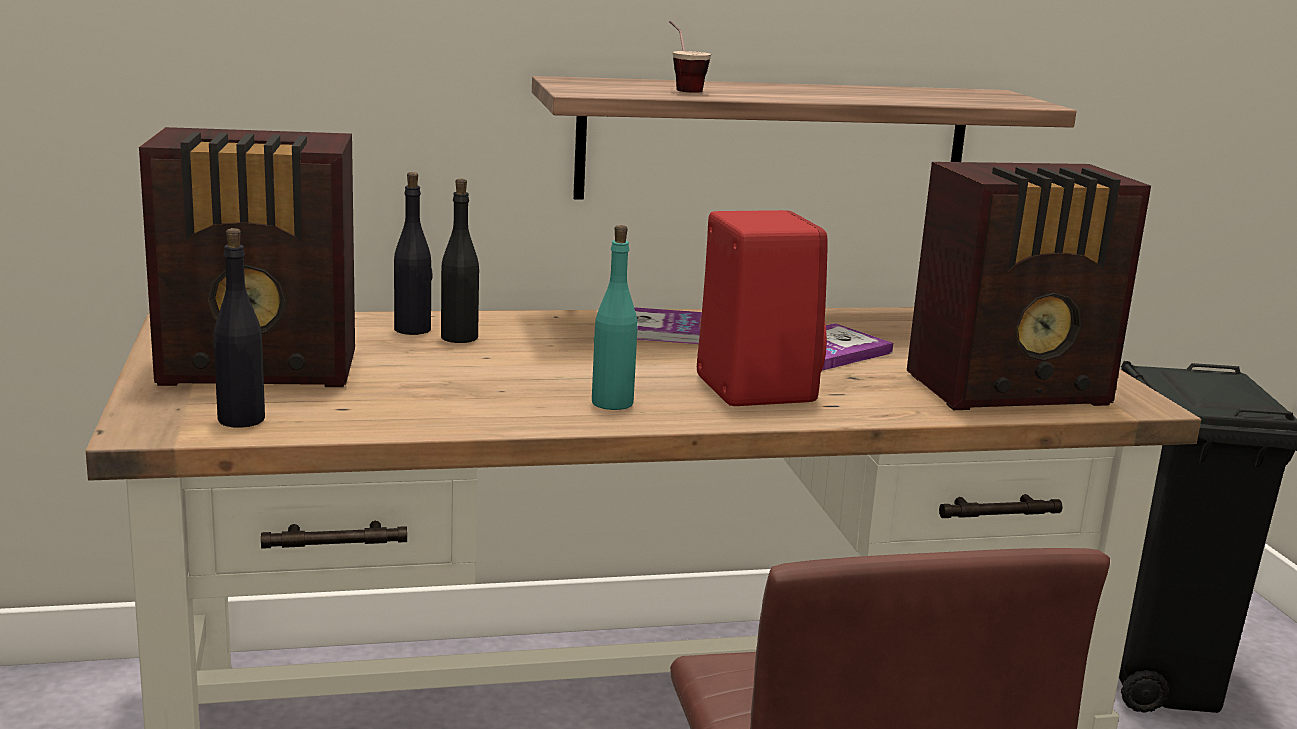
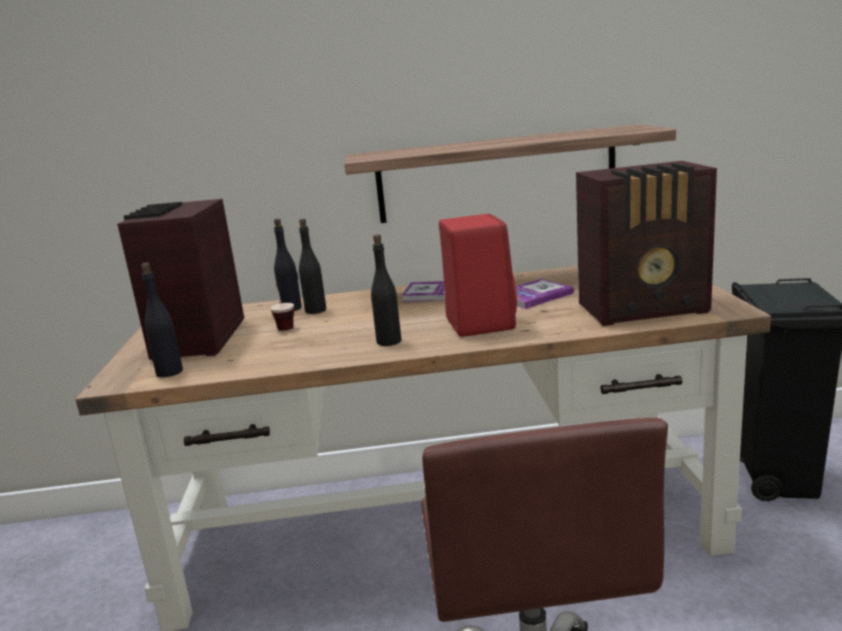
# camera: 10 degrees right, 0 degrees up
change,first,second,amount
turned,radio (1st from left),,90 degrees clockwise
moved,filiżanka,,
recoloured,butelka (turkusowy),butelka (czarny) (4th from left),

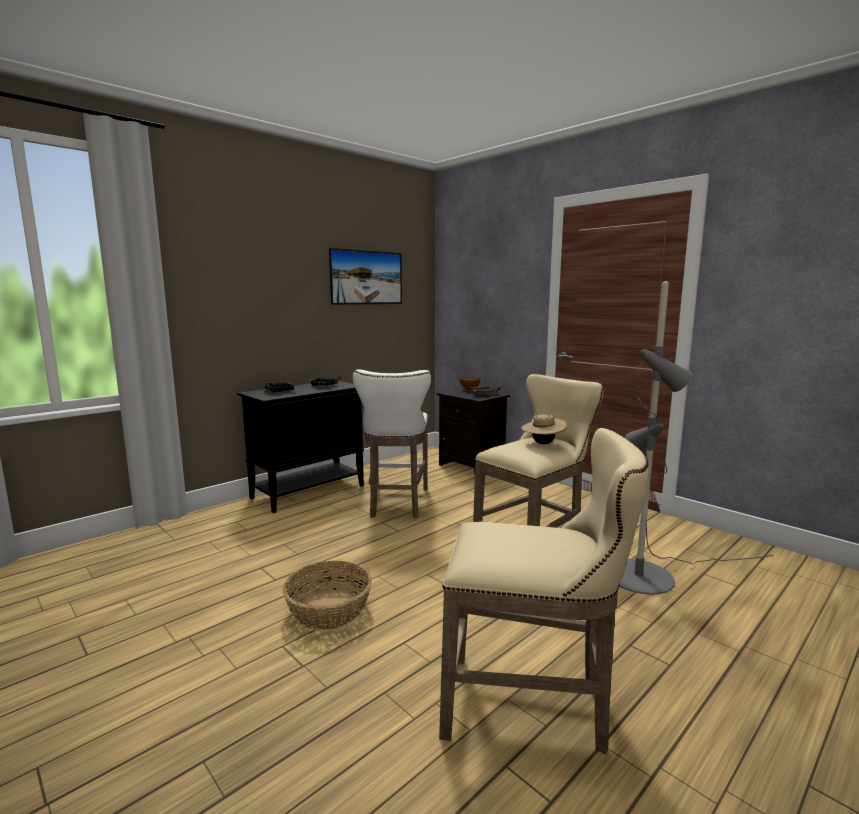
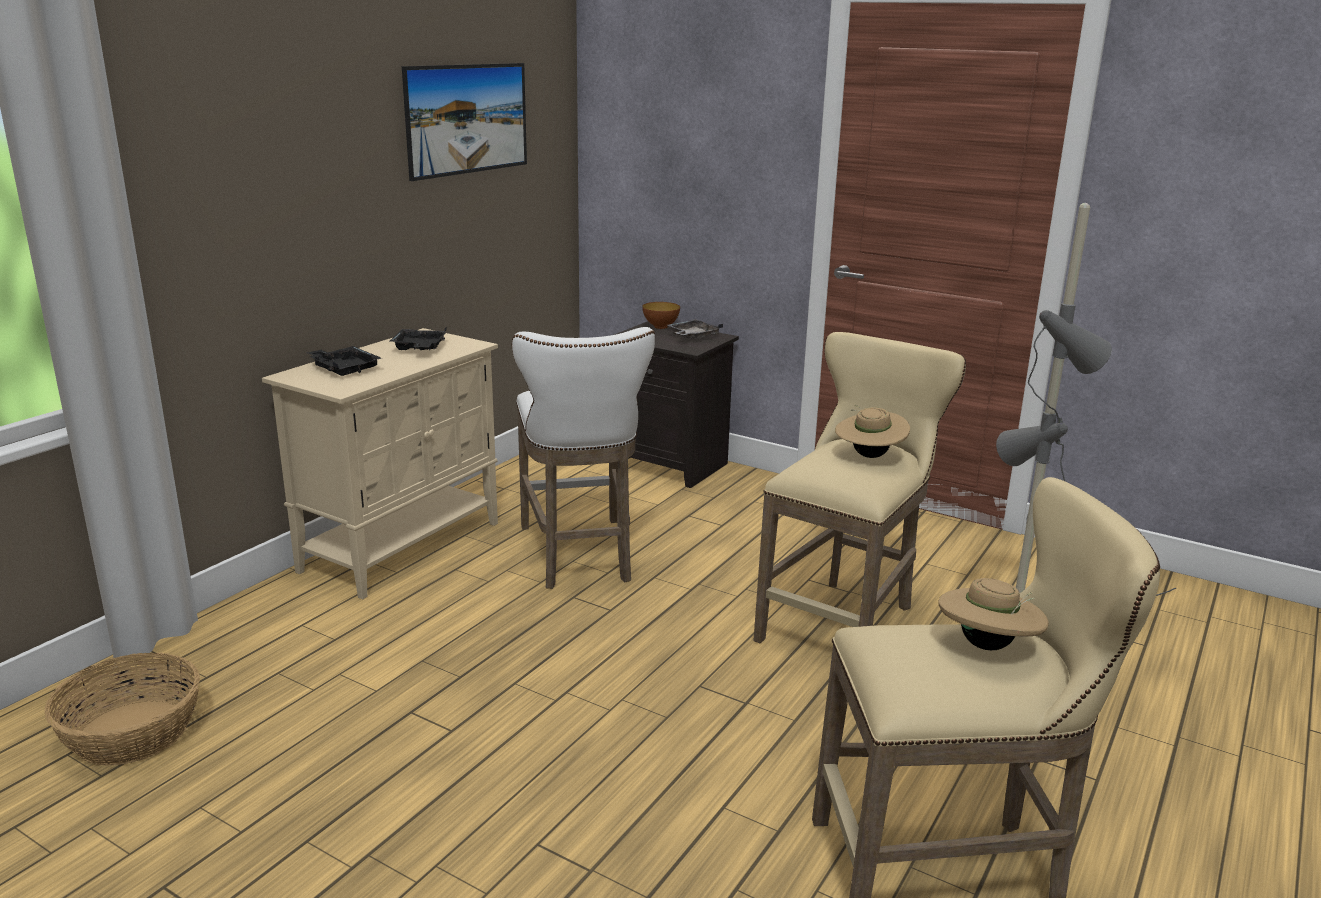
# camera: 15 degrees left, 10 degrees up
change,first,second,amount
moved,koszyk,,
recoloured,szafka (czarny),szafka (beżowy),
added,,kapelusz (beżowy) (2nd from left),

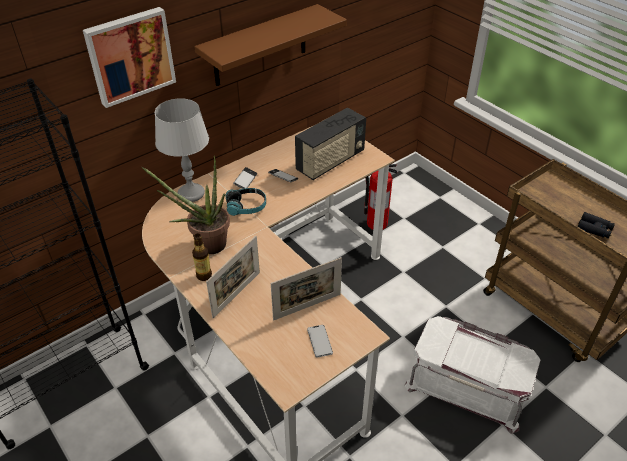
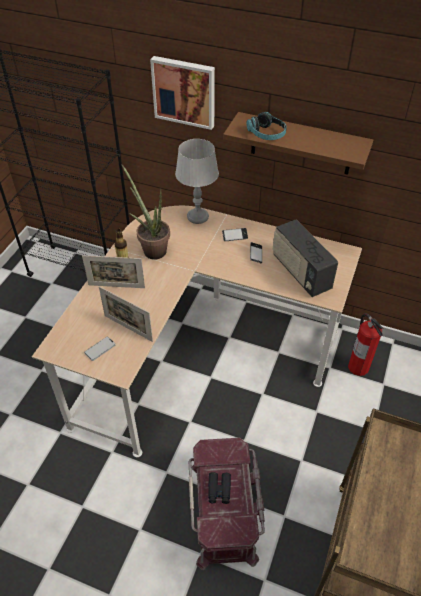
# camera: 60 degrees right, 5 degrees up
change,first,second,amount
recoloured,pojemnik do przechowywania (biały),pojemnik do przechowywania (czerwony),
moved,lornetka (czarny),,
moved,słuchawki,,
turned,radio,,45 degrees clockwise

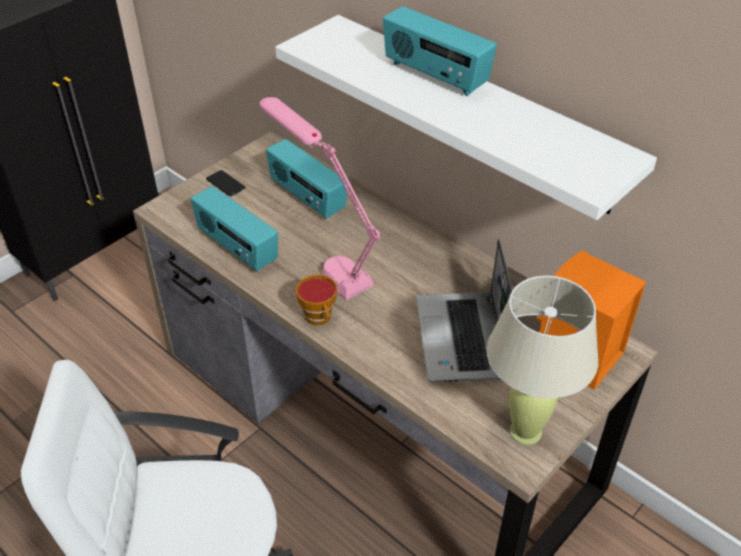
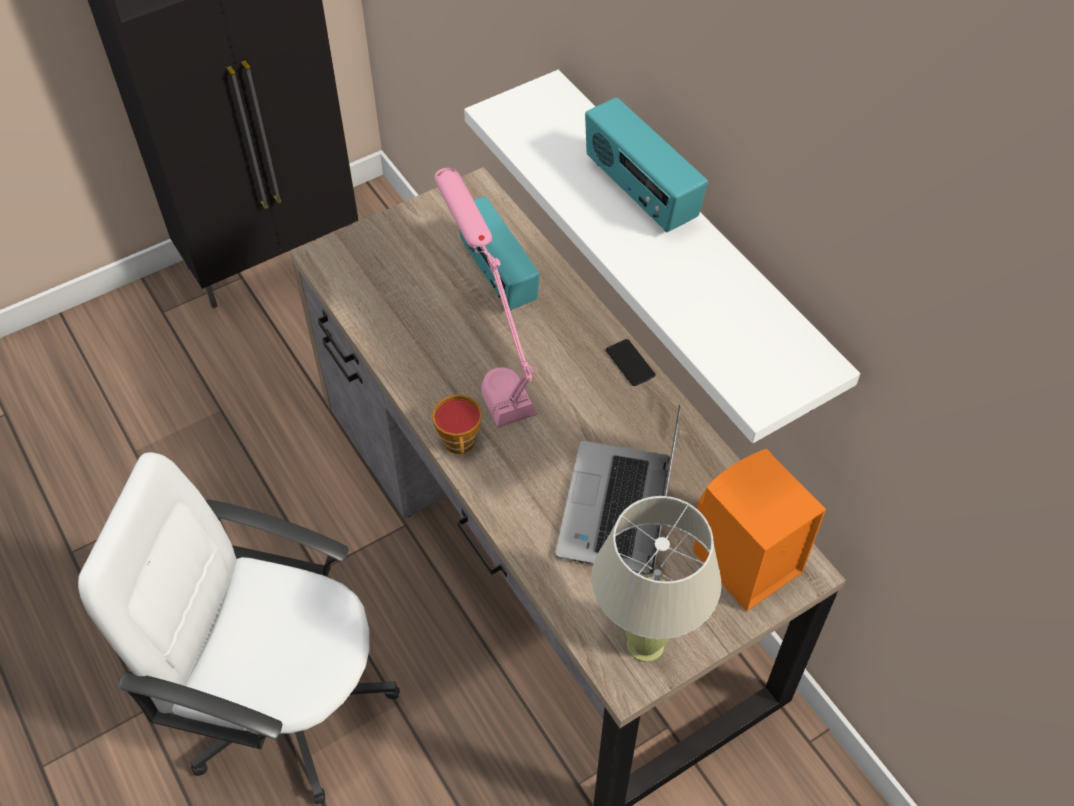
# camera: 15 degrees right, 10 degrees up
change,first,second,amount
moved,telefon,,
removed,radio (1st from left),,

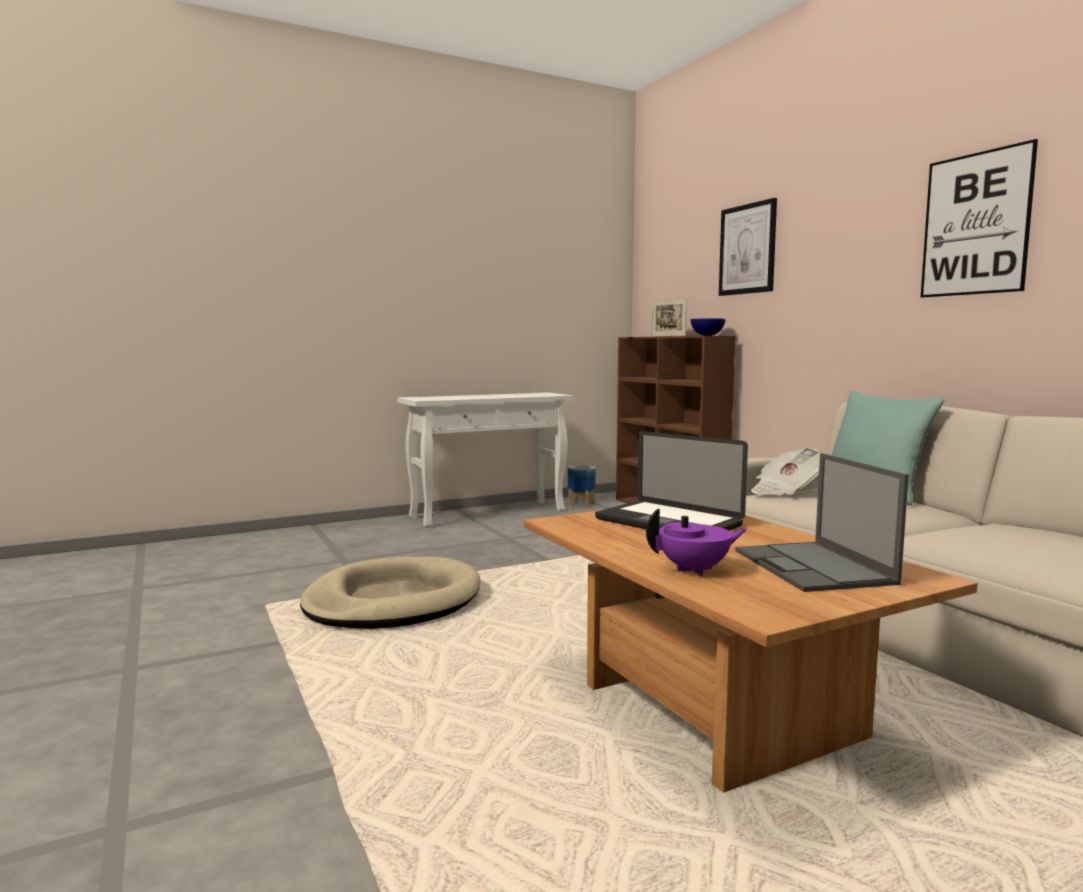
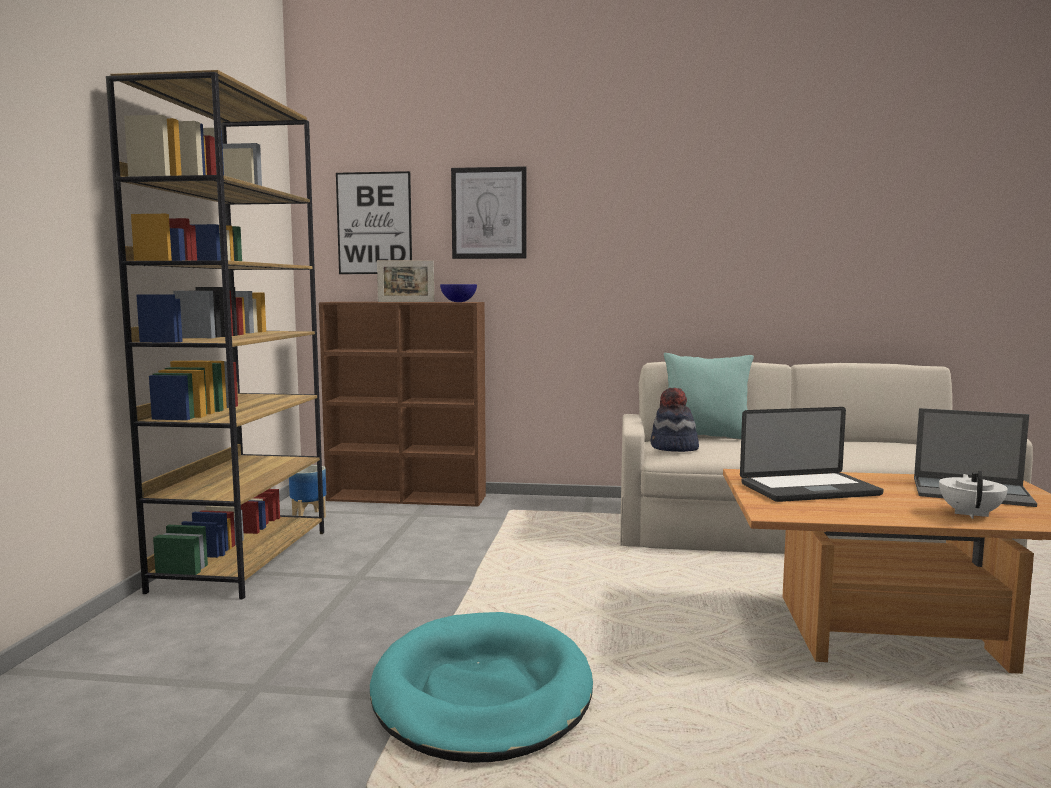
# camera: 55 degrees left, 0 degrees up
change,first,second,amount
replaced,stolik konsolowy (biały),regał (brązowy) (1st from left),
moved,obraz (2nd from left in the first image),obraz (1st from left),
recoloured,legowisko (beżowy),legowisko (turkusowy),
replaced,gazeta,kapelusz,
recoloured,imbryk (fioletowy),imbryk (biały),

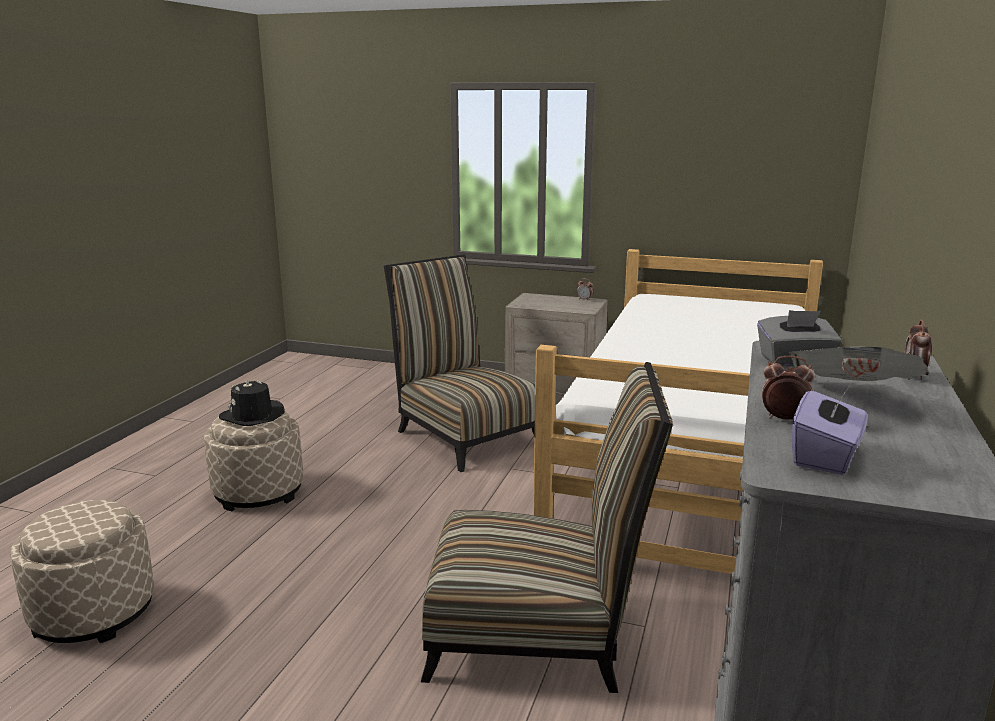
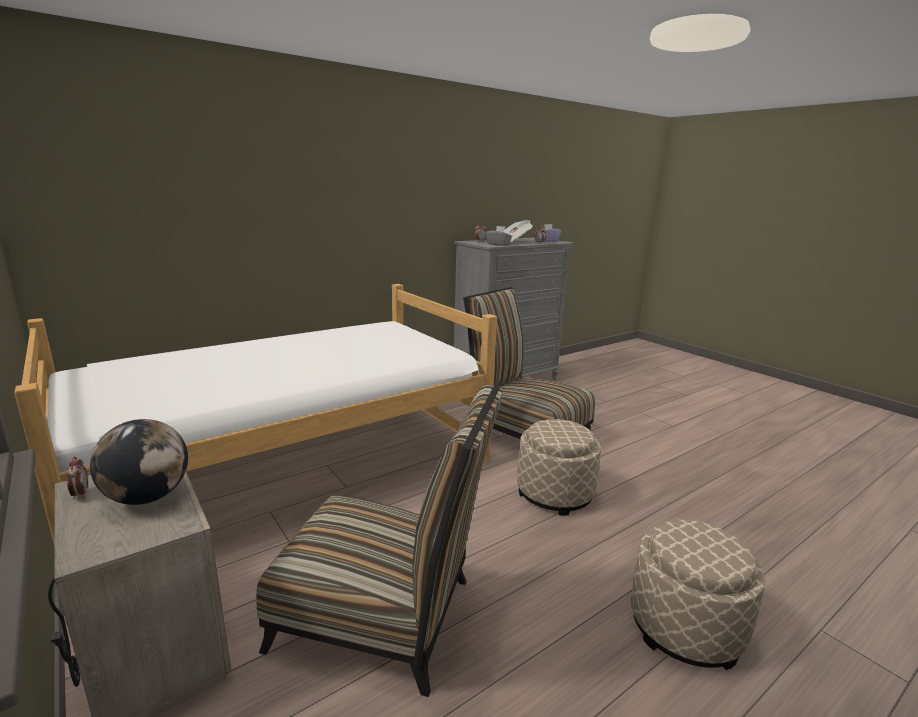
# camera: 145 degrees left, 0 degrees up
change,first,second,amount
added,,globus,
turned,krzesło (1st from left),,75 degrees counterclockwise
moved,pufa (beżowy) (1st from left),,
removed,kapelusz (czarny),,

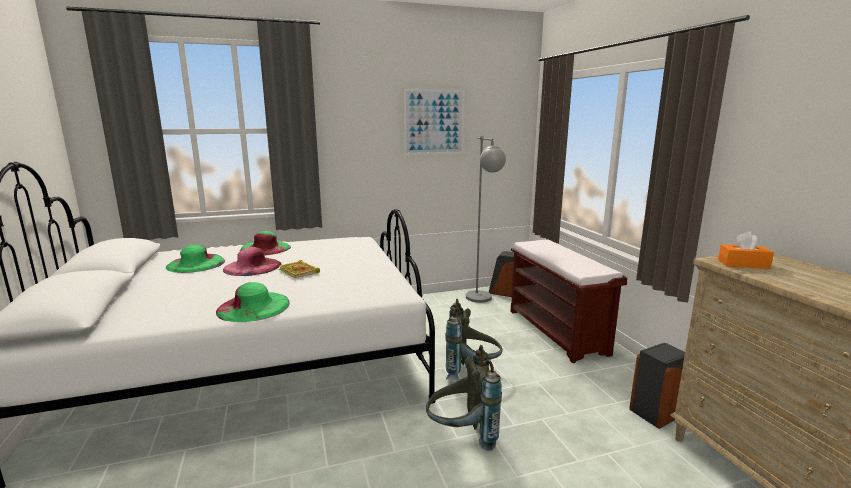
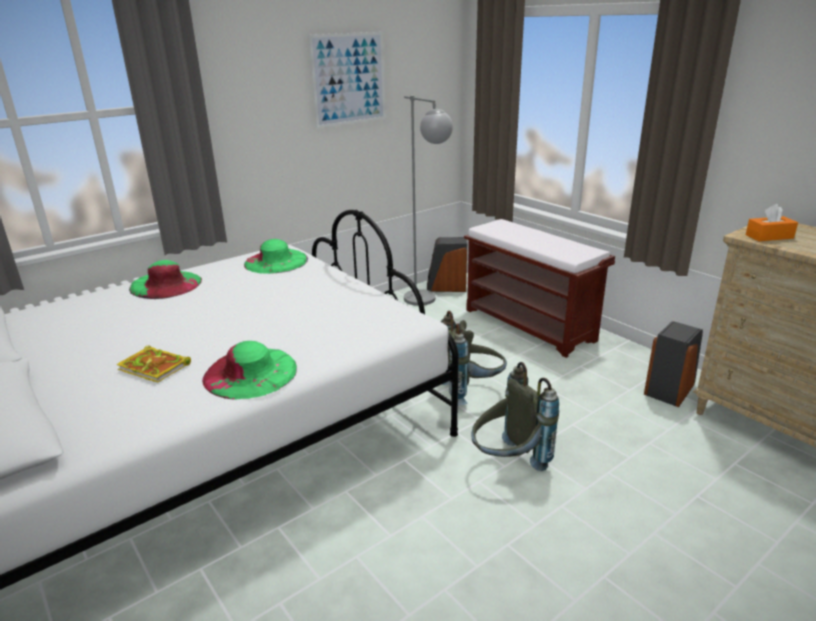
# camera: 20 degrees left, 10 degrees up
change,first,second,amount
moved,książka,,
moved,kapelusz (zielony) (1st from left in the first image),kapelusz (zielony) (3rd from left),
removed,kapelusz (różowy),,

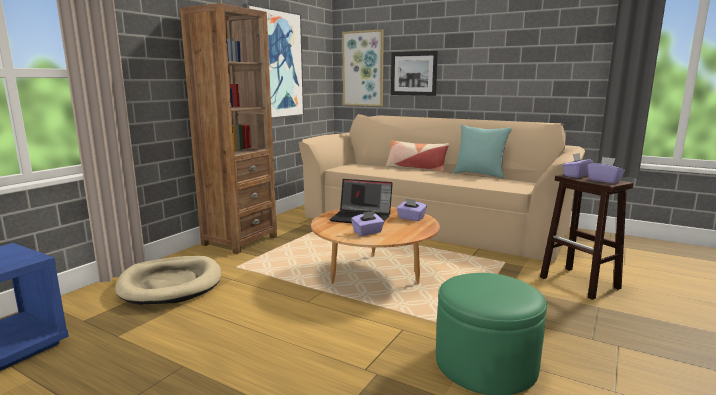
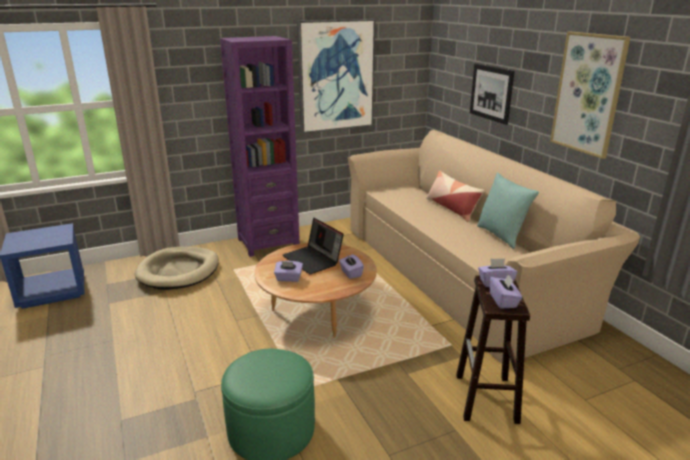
# camera: 35 degrees right, 10 degrees up
change,first,second,amount
recoloured,regał (brązowy),regał (fioletowy),
moved,obraz (2nd from left in the first image),obraz (3rd from left),

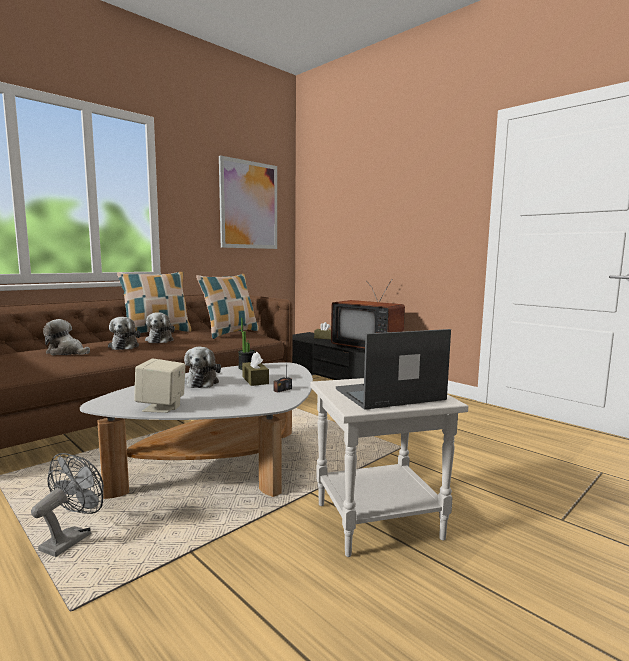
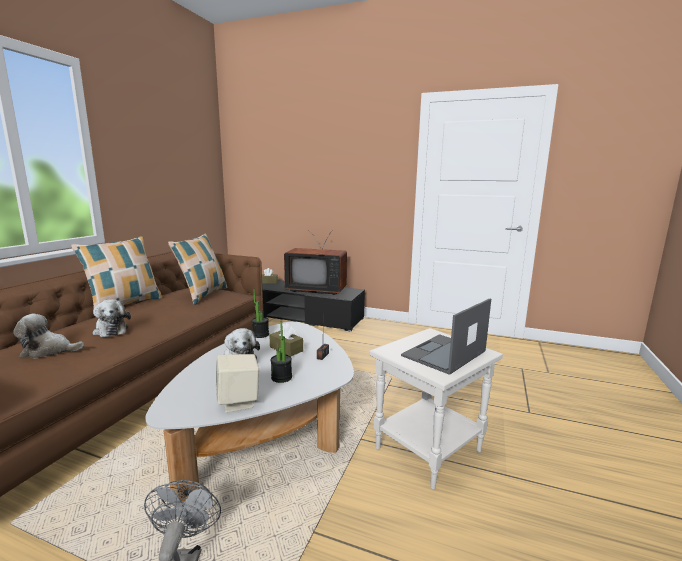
# camera: 25 degrees left, 5 degrees up
change,first,second,amount
added,,roślina doniczkowa (2nd from left),
removed,pluszak (3rd from left),,
removed,obraz,,

